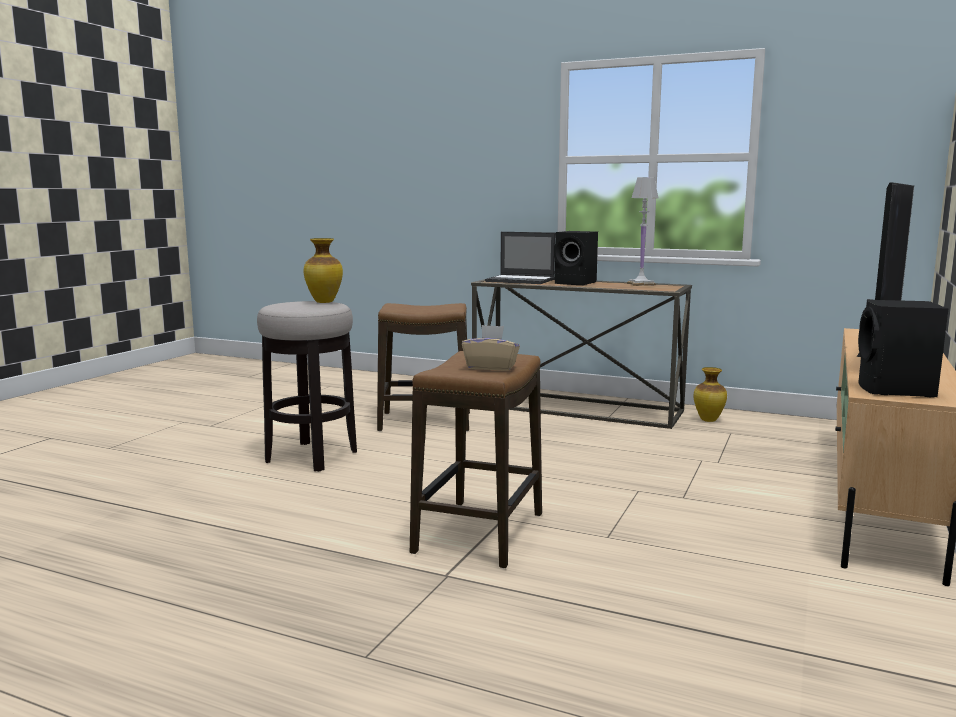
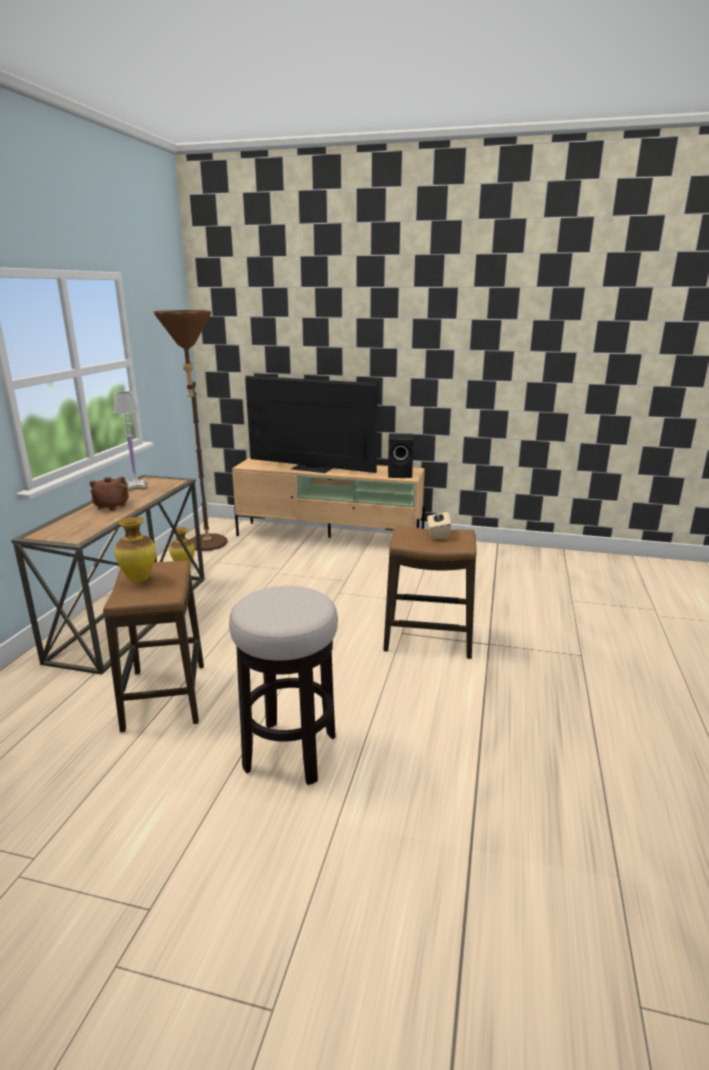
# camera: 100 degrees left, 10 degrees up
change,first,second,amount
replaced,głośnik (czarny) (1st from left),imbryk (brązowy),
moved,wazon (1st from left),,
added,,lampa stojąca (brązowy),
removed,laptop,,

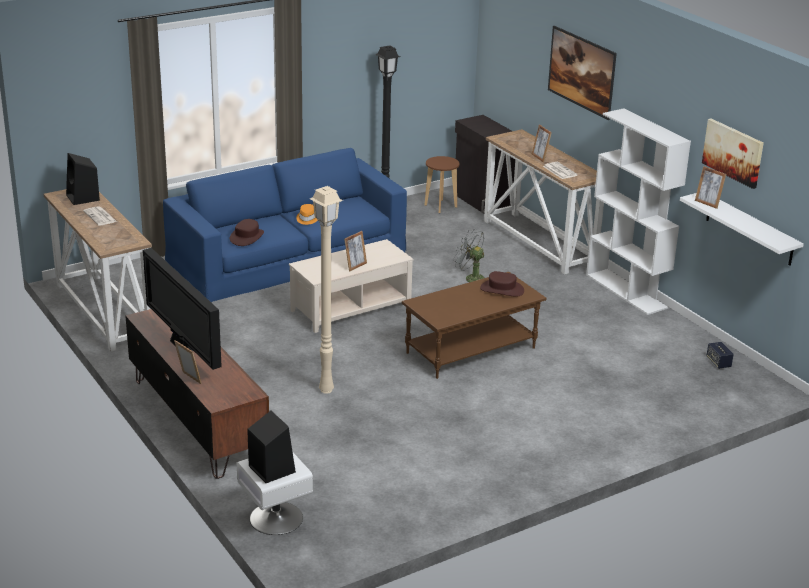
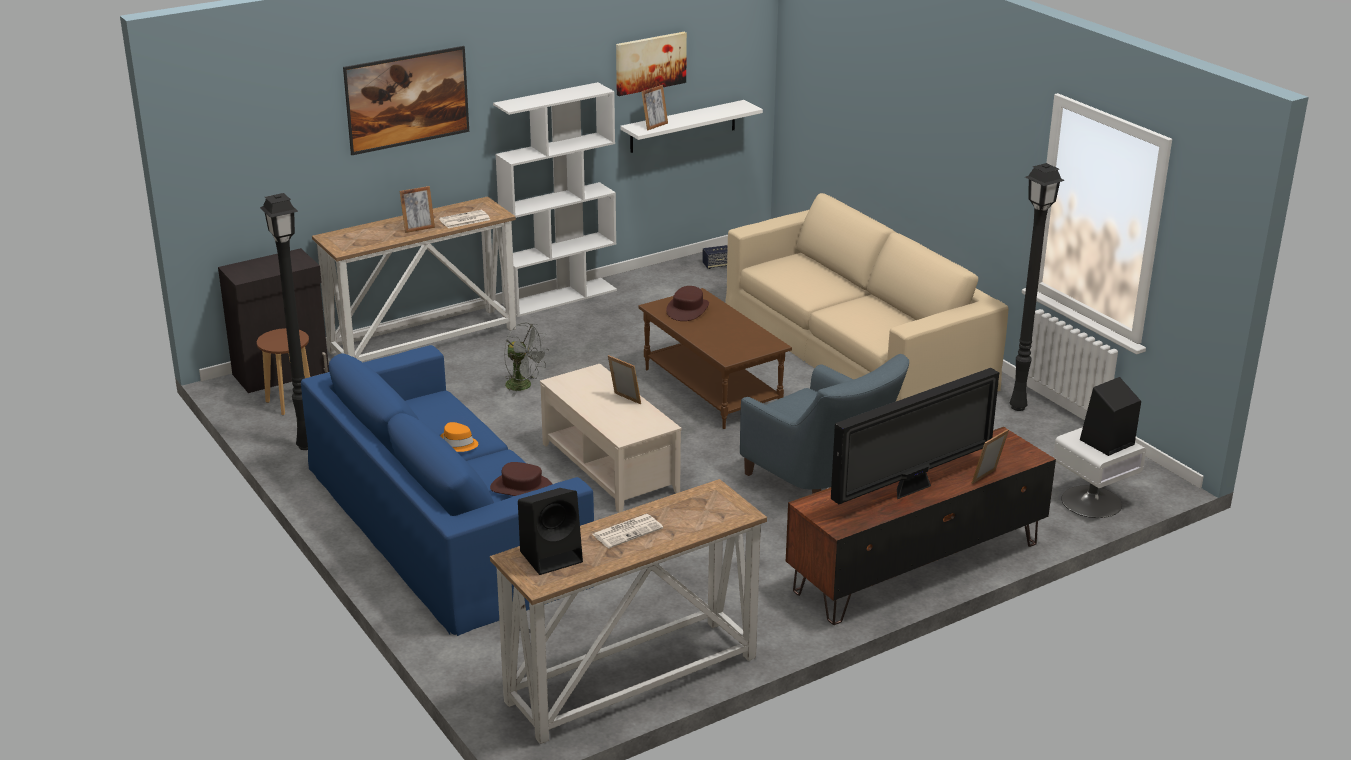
# camera: 90 degrees left, 0 degrees up
change,first,second,amount
turned,wentylator (szary),,90 degrees counterclockwise
added,,kanapa (beżowy),
replaced,lampa stojąca (beżowy),fotel (niebieski),
added,,lampa stojąca (czarny) (2nd from left),

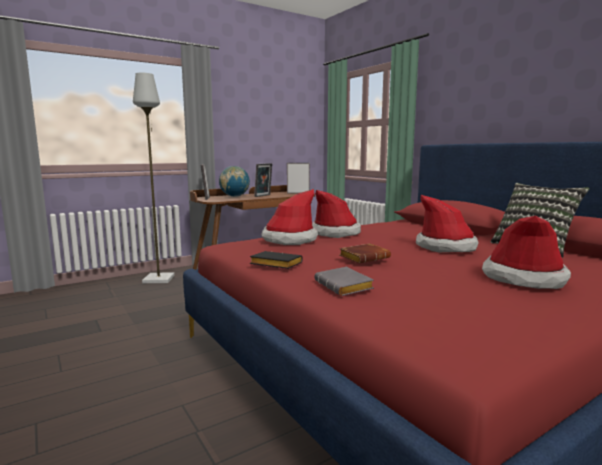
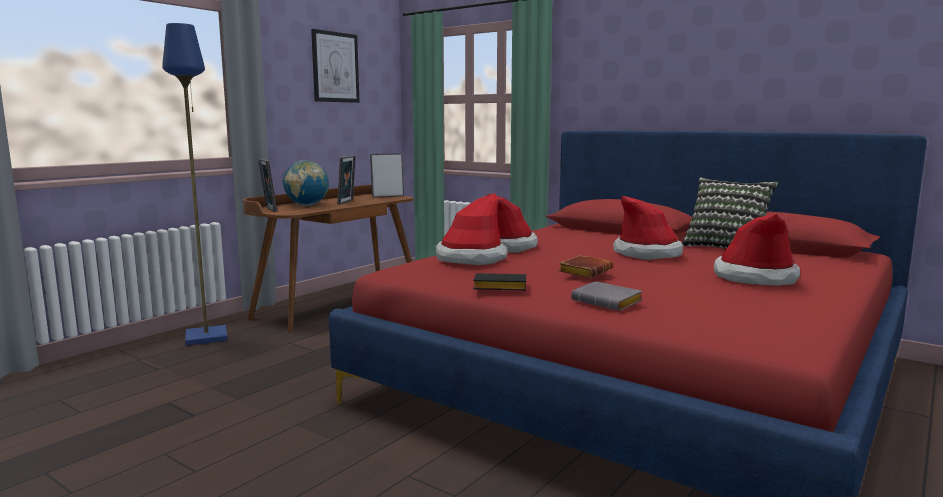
# camera: 20 degrees left, 0 degrees up
change,first,second,amount
recoloured,lampa stojąca (szary),lampa stojąca (niebieski),
added,,obraz,

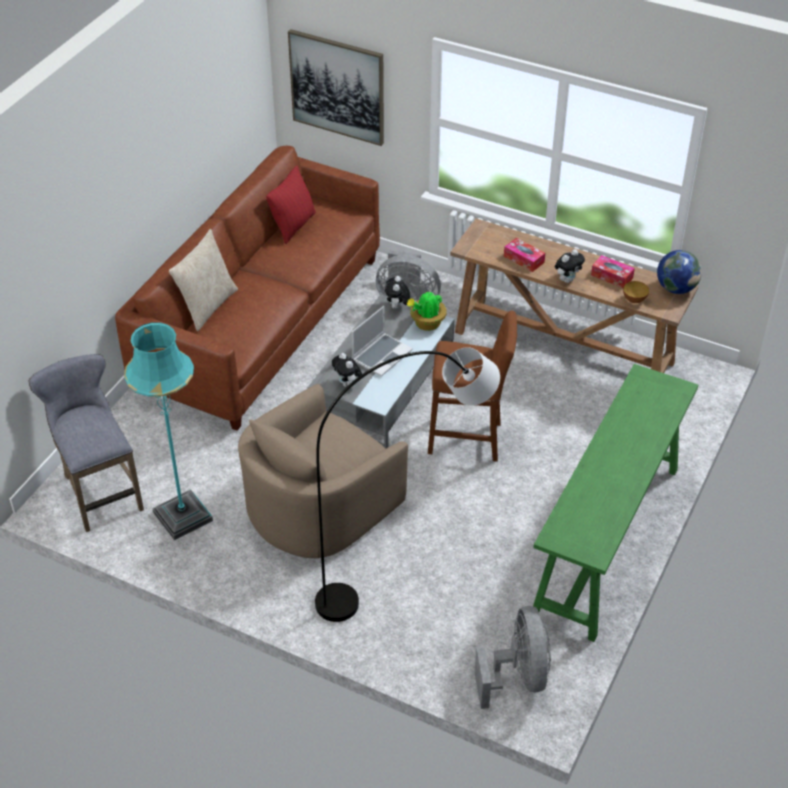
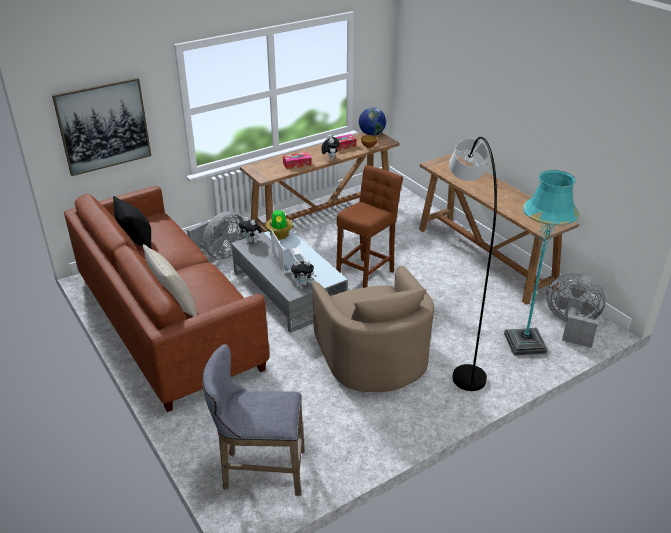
# camera: 60 degrees left, 10 degrees down
change,first,second,amount
recoloured,poduszka (czerwony),poduszka (czarny),
recoloured,stolik konsolowy (zielony),stolik konsolowy (brązowy) (2nd from left),
moved,lampa stojąca (turkusowy),,

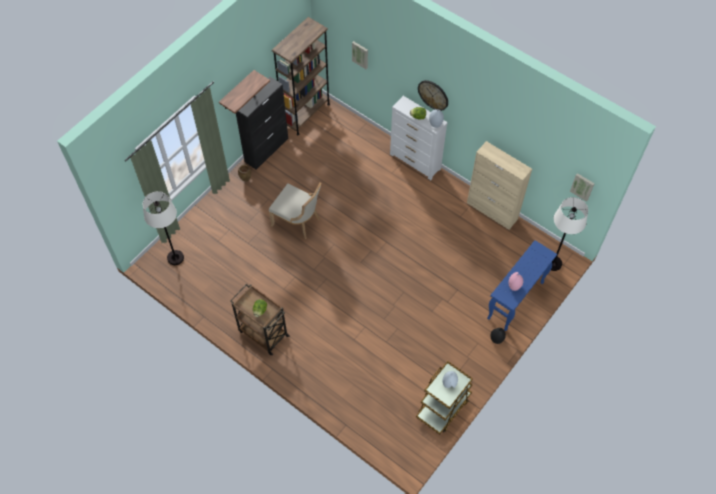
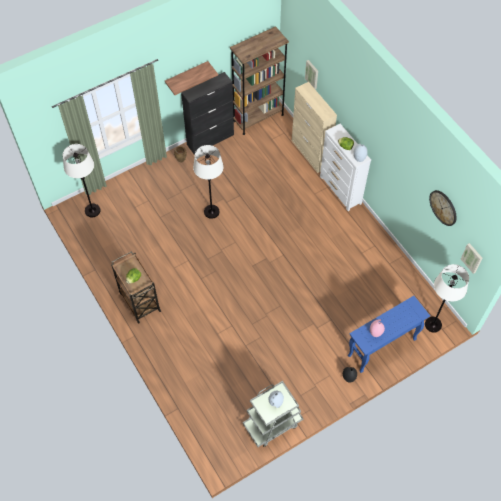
# camera: 20 degrees right, 0 degrees up
change,first,second,amount
replaced,krzesło (beżowy),lampa stojąca (biały) (2nd from left),
recoloured,wózek (brązowy) (2nd from left),wózek (szary),
moved,szafka (beżowy),,
moved,zegar ścienny,,

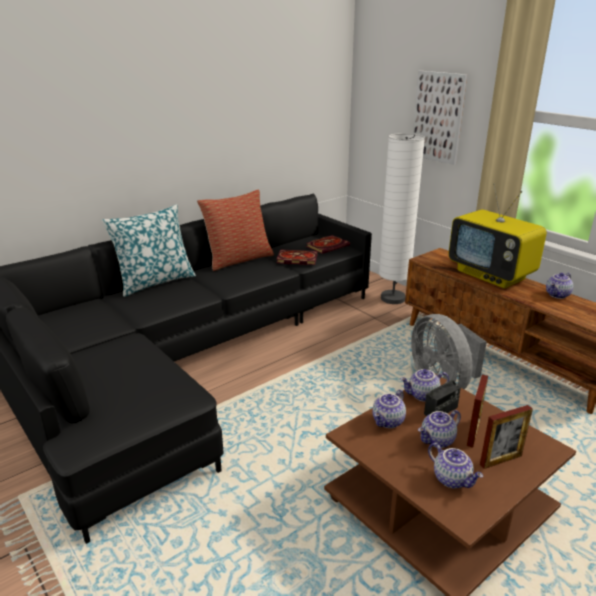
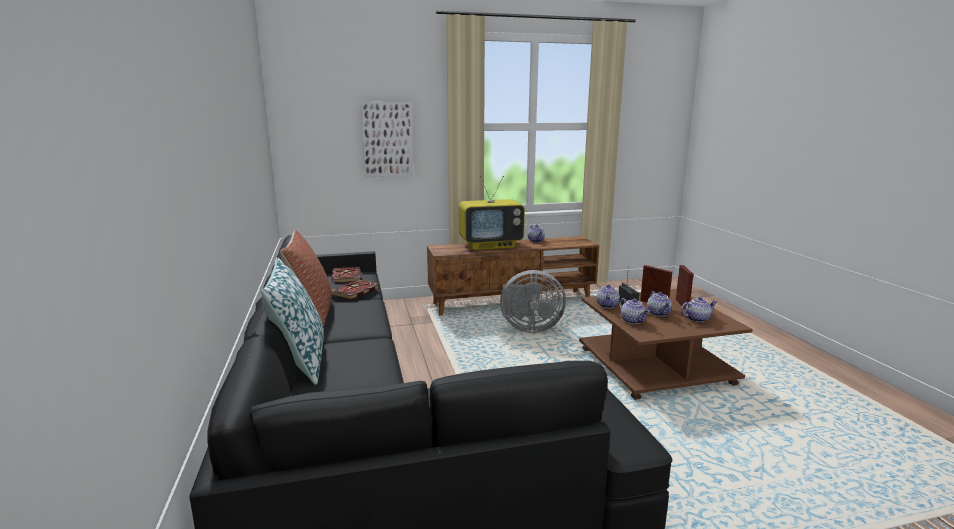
# camera: 65 degrees left, 10 degrees down
change,first,second,amount
removed,lampa stojąca (biały),,

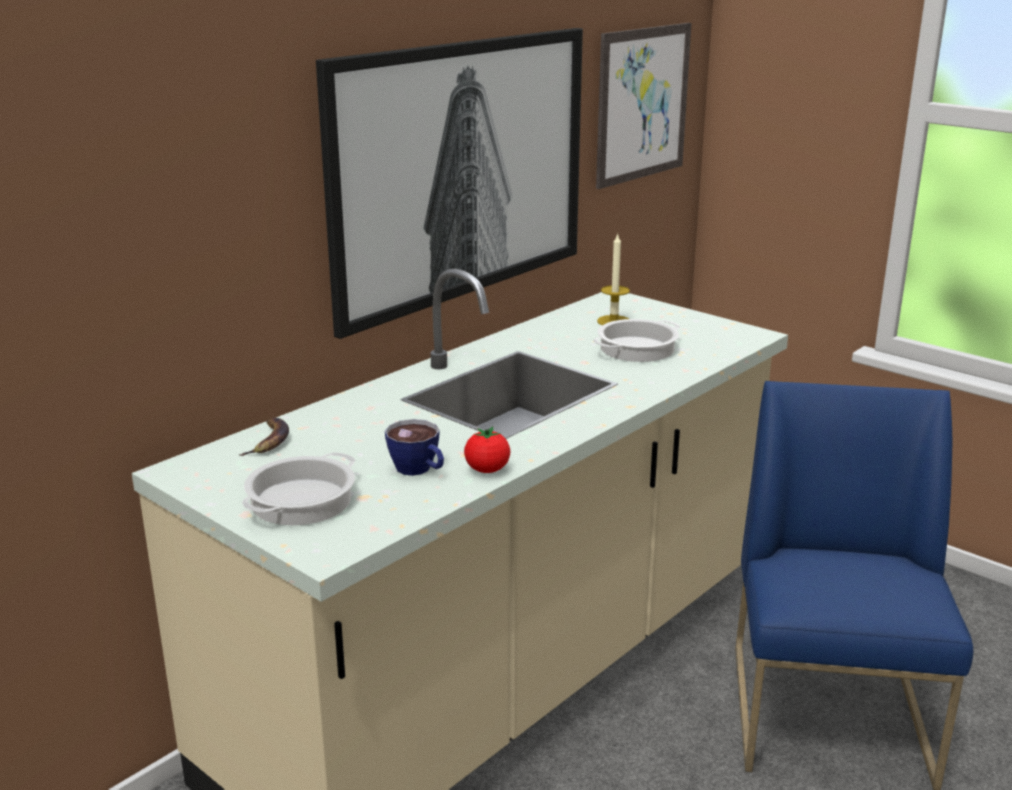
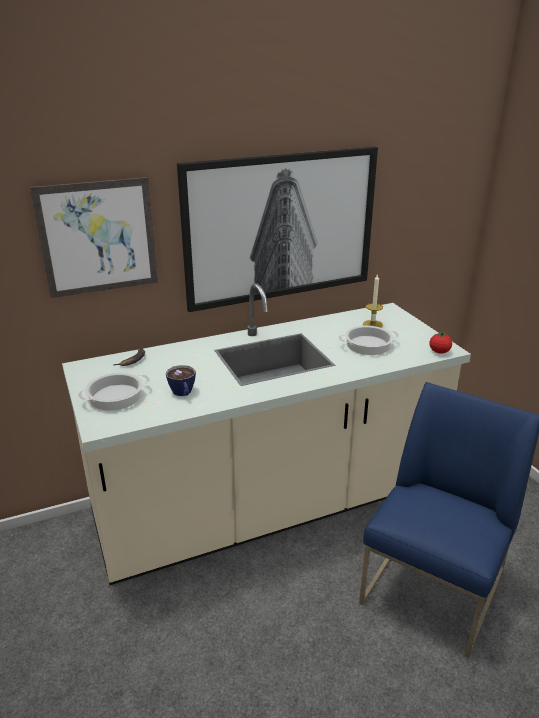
# camera: 25 degrees right, 5 degrees up
change,first,second,amount
moved,obraz (2nd from left in the first image),obraz (1st from left),
moved,pomidor,,

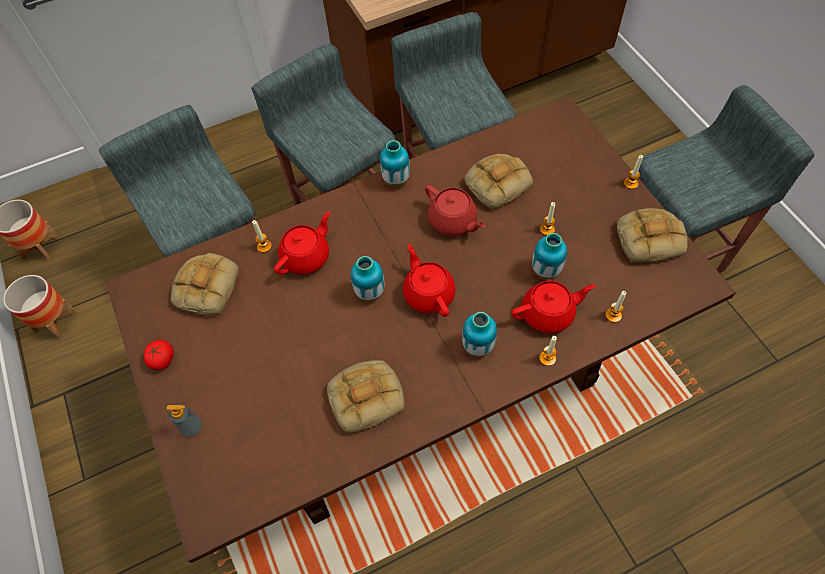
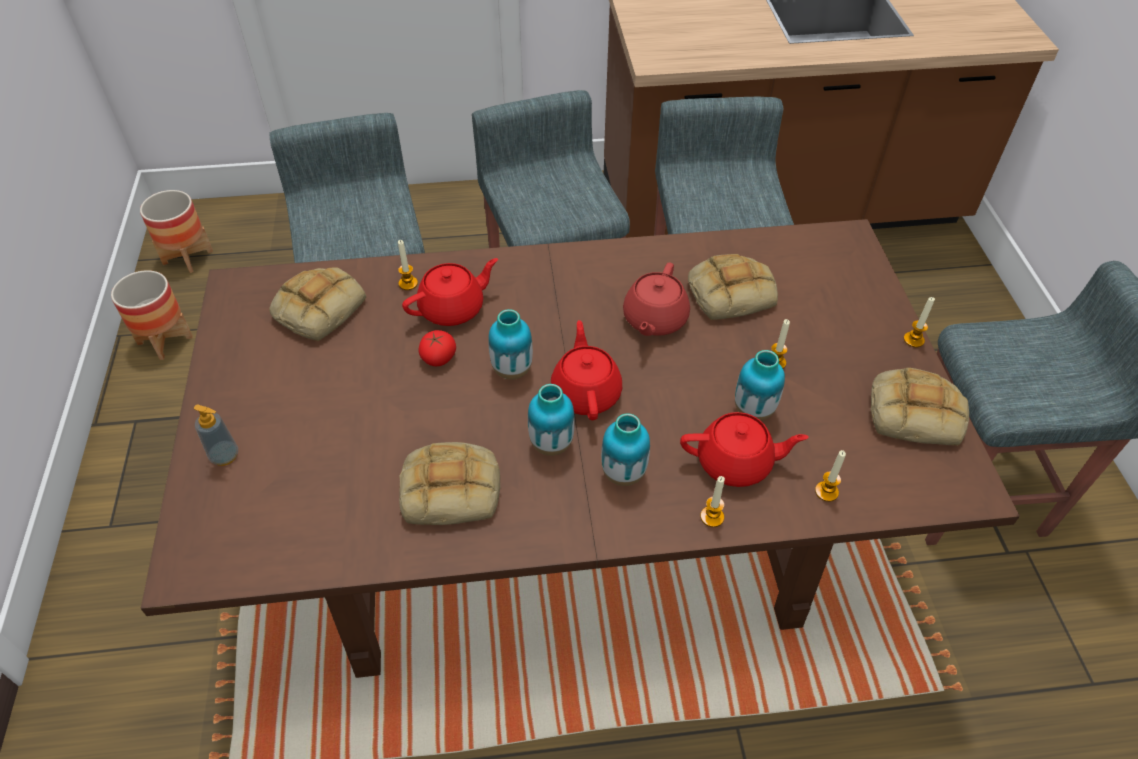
# camera: 15 degrees right, 10 degrees down
change,first,second,amount
moved,pomidor,,
moved,wazon (2nd from left),,
turned,imbryk (czerwony) (3rd from left),,45 degrees clockwise

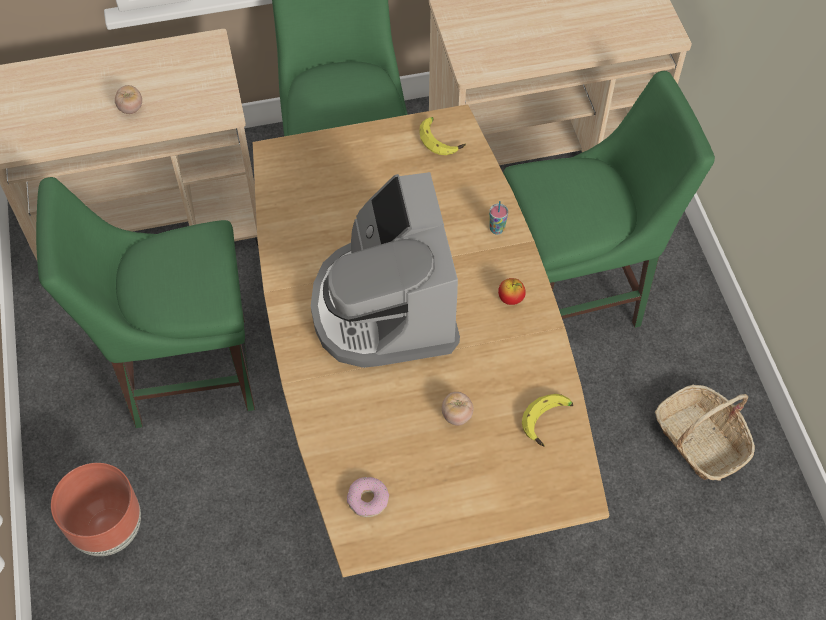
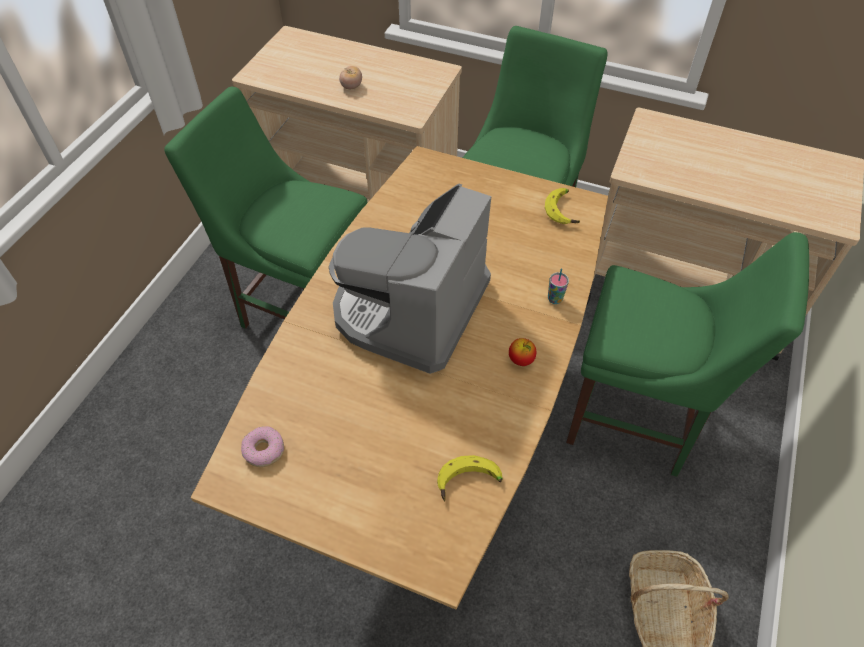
# camera: 35 degrees right, 5 degrees down
change,first,second,amount
removed,donica (brązowy),,
removed,pomidor (2nd from left),,

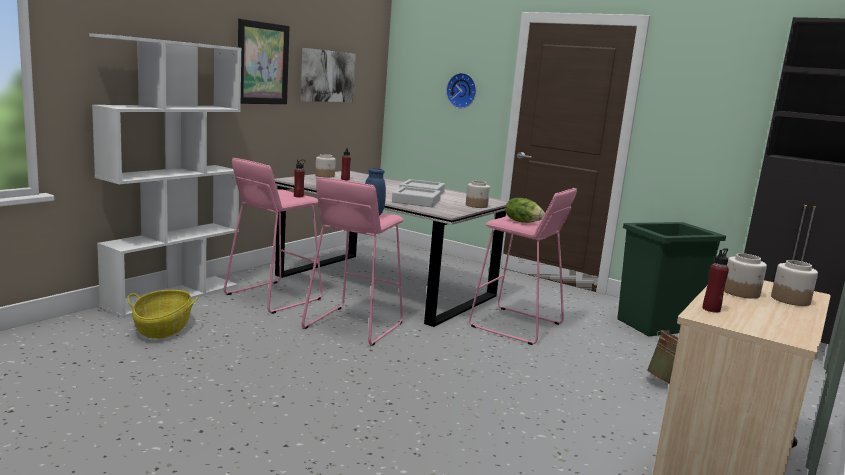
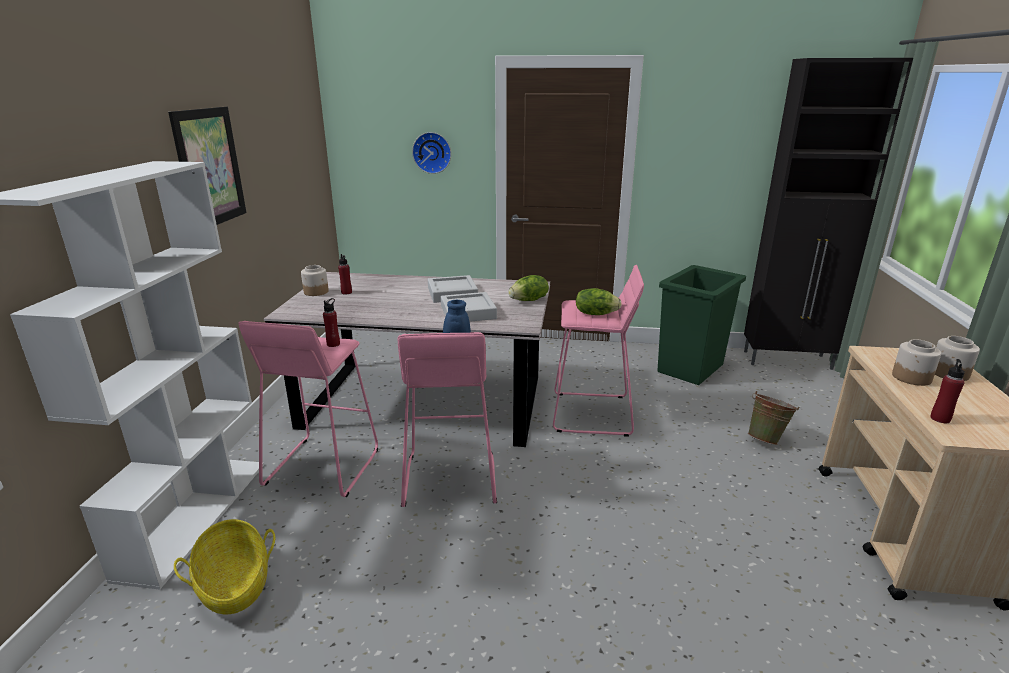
# camera: 25 degrees left, 10 degrees up
change,first,second,amount
replaced,słoik (2nd from left),sałata (1st from left),
removed,obraz (2nd from left),,

